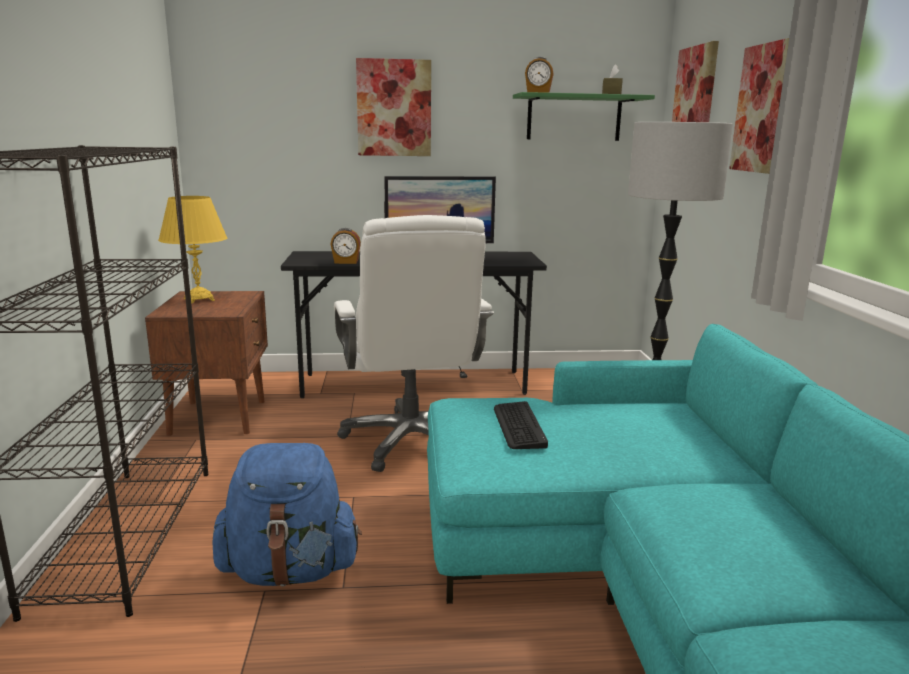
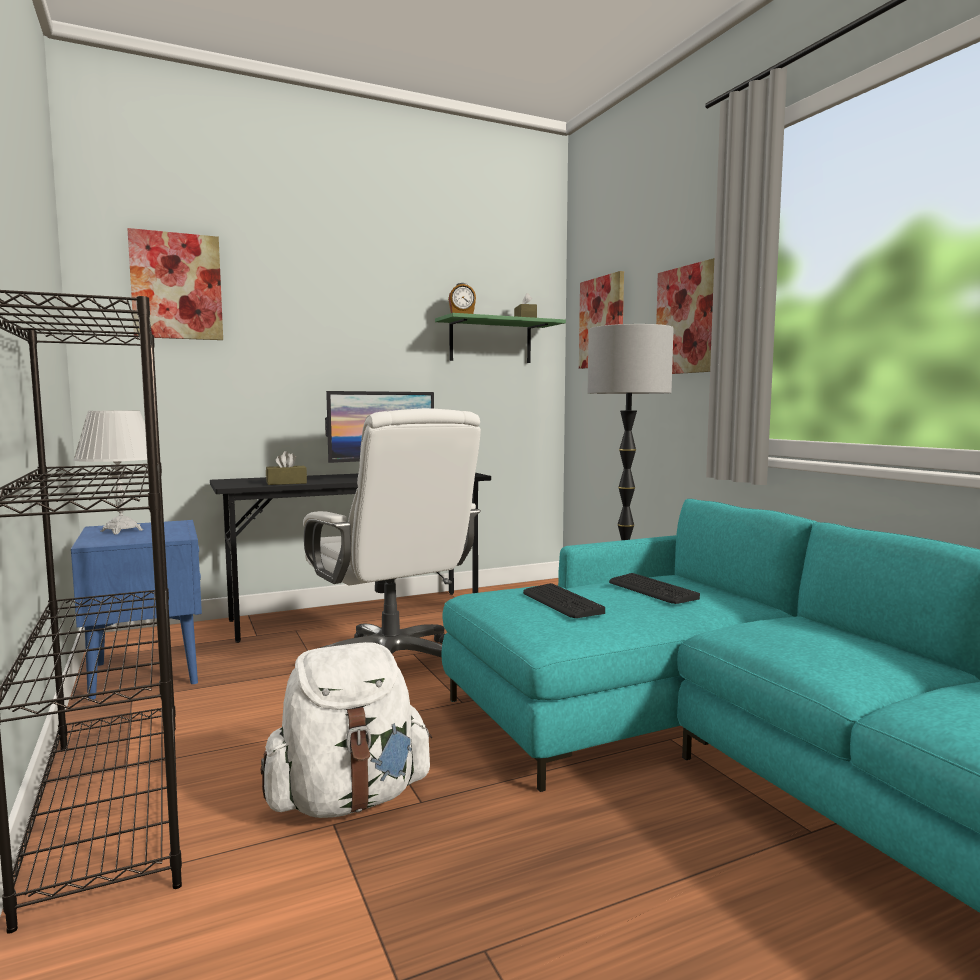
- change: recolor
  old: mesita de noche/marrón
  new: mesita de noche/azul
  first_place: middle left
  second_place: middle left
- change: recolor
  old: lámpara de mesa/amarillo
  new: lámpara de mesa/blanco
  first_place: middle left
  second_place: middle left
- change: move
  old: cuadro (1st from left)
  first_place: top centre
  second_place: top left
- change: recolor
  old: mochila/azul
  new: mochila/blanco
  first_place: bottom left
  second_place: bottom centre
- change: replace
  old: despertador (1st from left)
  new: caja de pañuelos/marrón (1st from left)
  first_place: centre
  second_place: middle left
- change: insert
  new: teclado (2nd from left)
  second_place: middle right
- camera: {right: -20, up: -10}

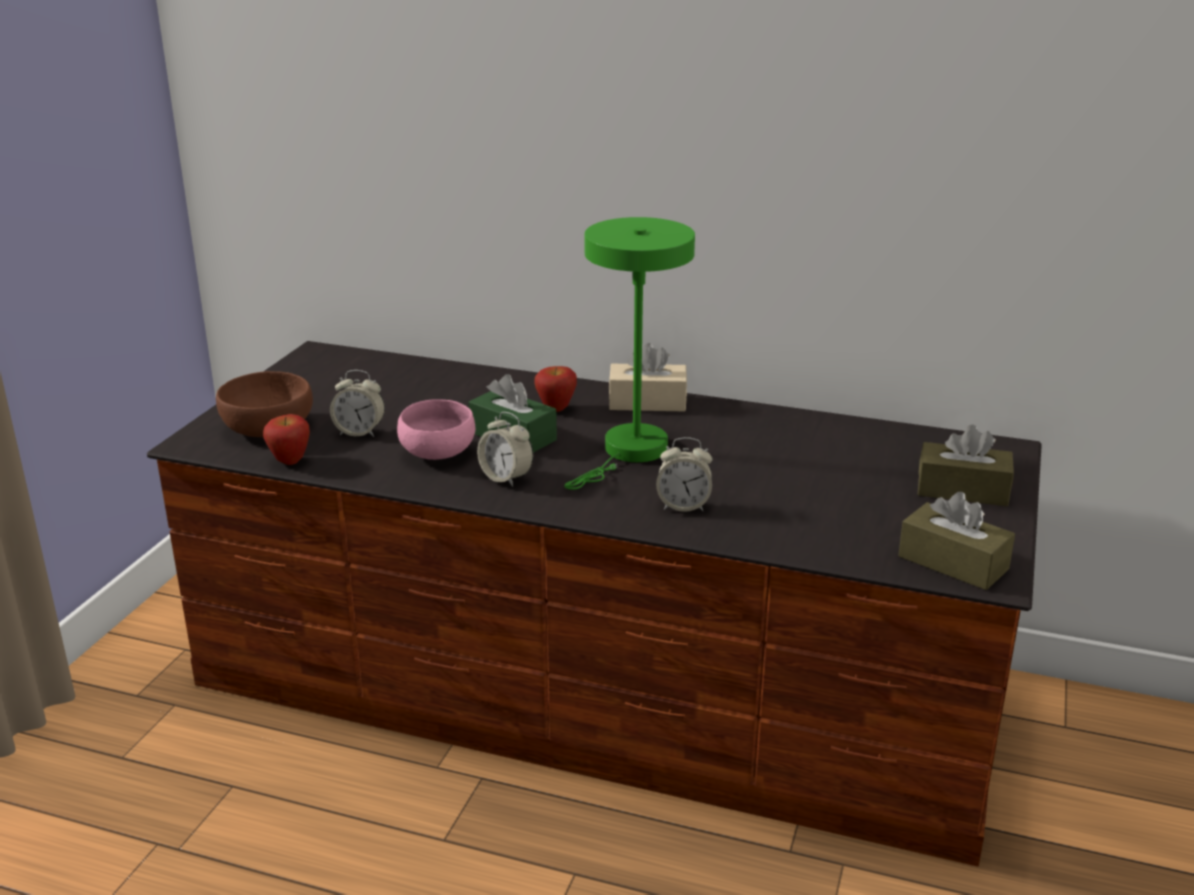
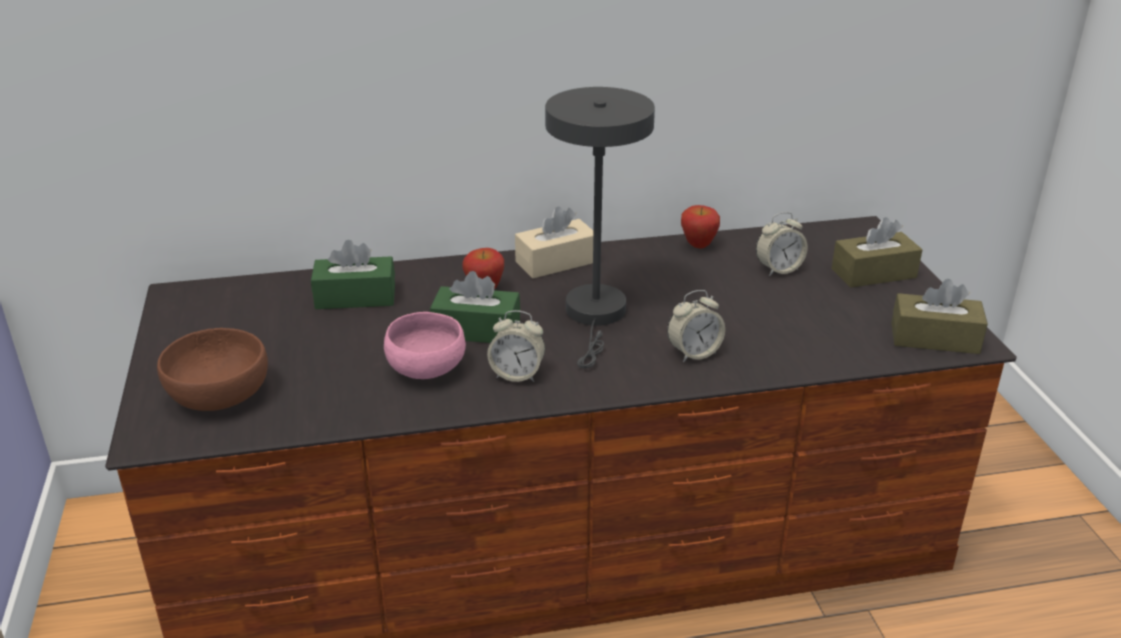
- change: insert
  new: caja de pañuelos/verde (1st from left)
  second_place: middle left
- change: recolor
  old: lámpara de mesa/verde
  new: lámpara de mesa/gris
  first_place: centre
  second_place: centre
- change: move
  old: manzana (1st from left in the first image)
  new: manzana (2nd from left)
  first_place: middle left
  second_place: centre
- change: move
  old: despertador (1st from left in the first image)
  new: despertador (3rd from left)
  first_place: middle left
  second_place: middle right
- camera: {right: -30, up: 5}

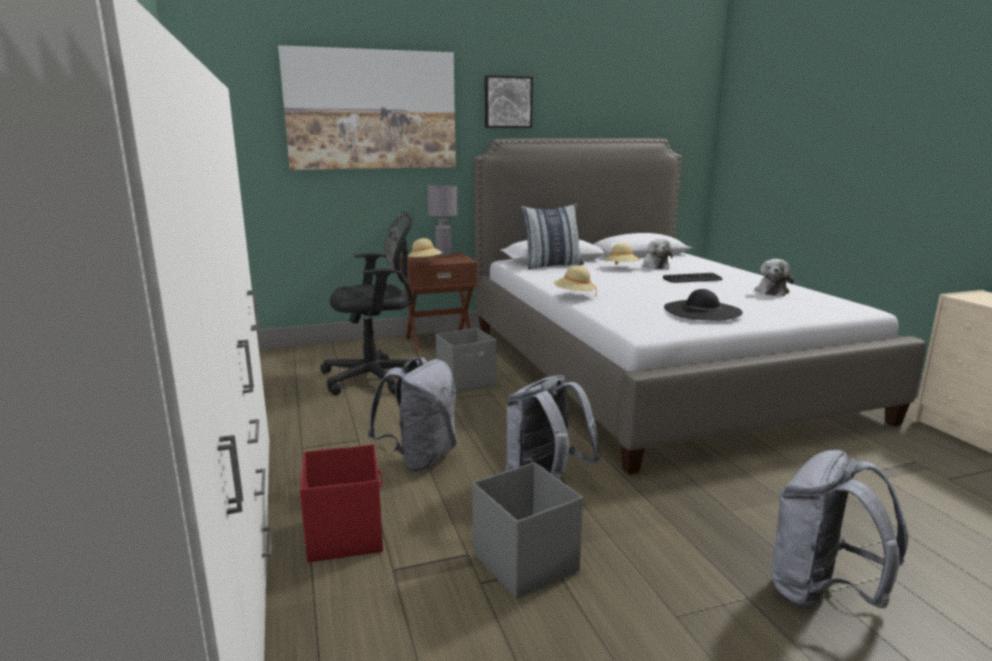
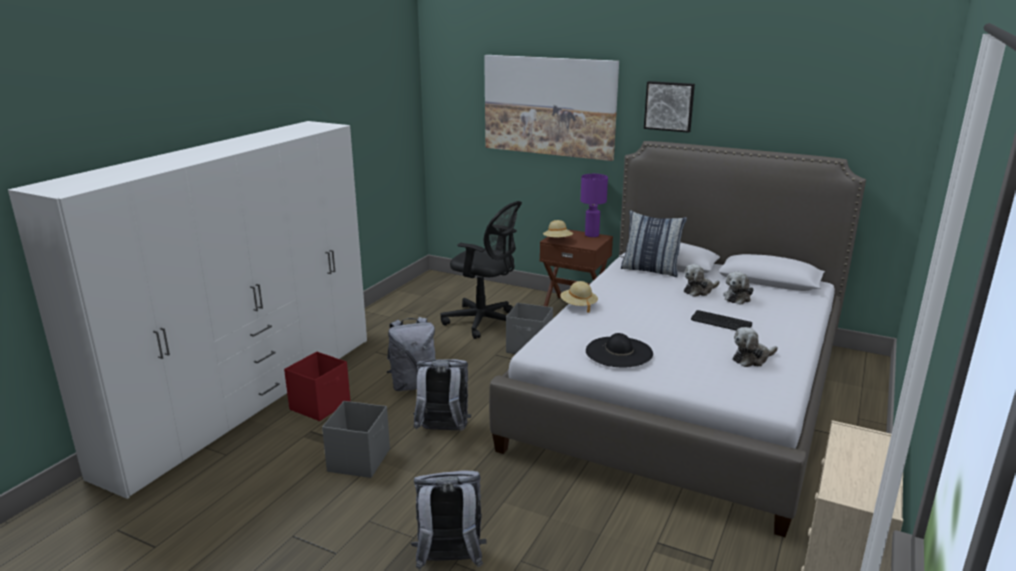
- change: recolor
  old: lámpara de mesa/gris
  new: lámpara de mesa/morado
  first_place: top centre
  second_place: centre
- change: replace
  old: sombrero/beis (3rd from left)
  new: peluche (1st from left)
  first_place: centre
  second_place: middle right
- camera: {right: 45, up: 5}

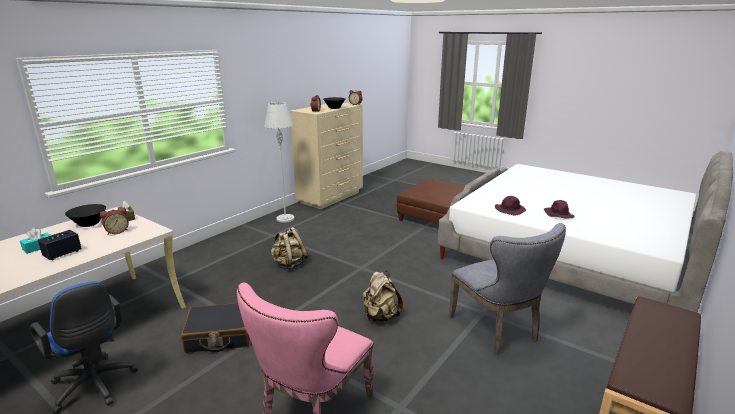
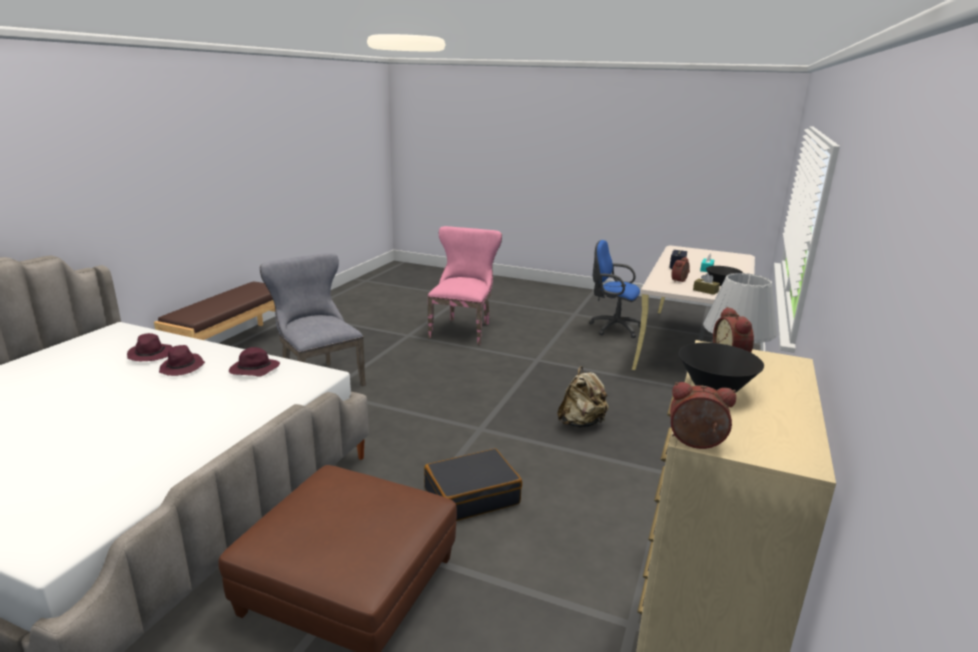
- change: insert
  new: sombrero/morado (1st from left)
  second_place: middle left
- change: move
  old: maleta/negro
  first_place: bottom left
  second_place: bottom centre
- change: delete
  old: mochila/beis (2nd from left)
  first_place: bottom centre
- camera: {right: 165, up: 0}

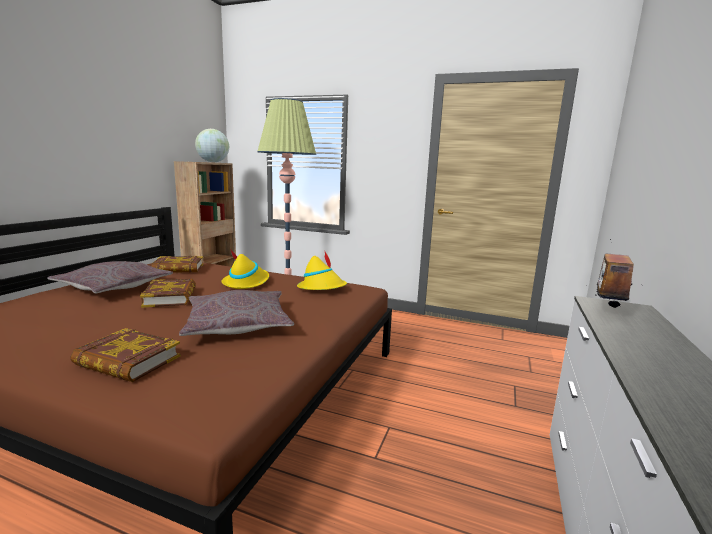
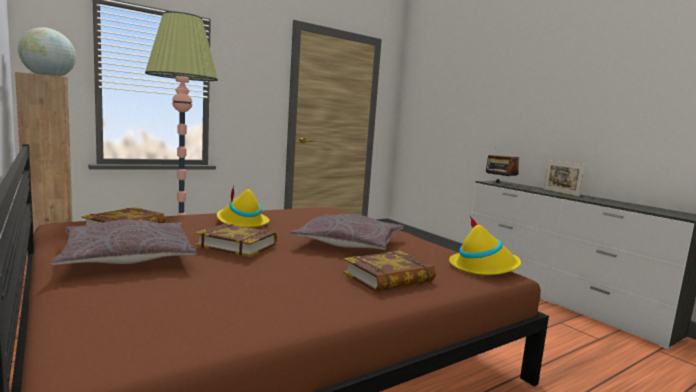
- change: move
  old: sombrero/amarillo (2nd from left)
  first_place: centre
  second_place: middle right
- change: insert
  new: portarretratos
  second_place: middle right
- camera: {right: -55, up: -5}

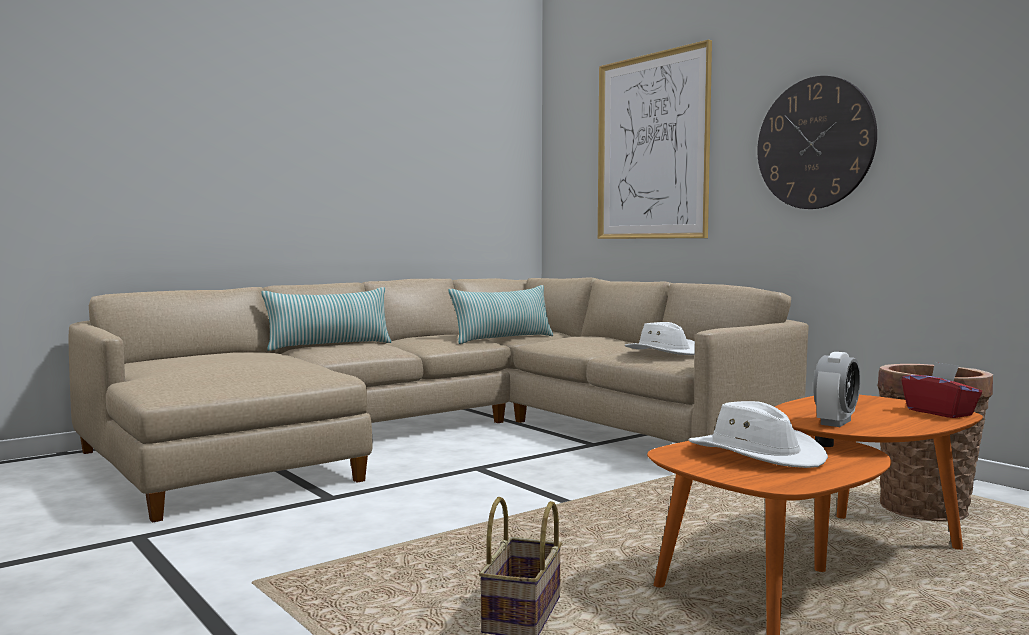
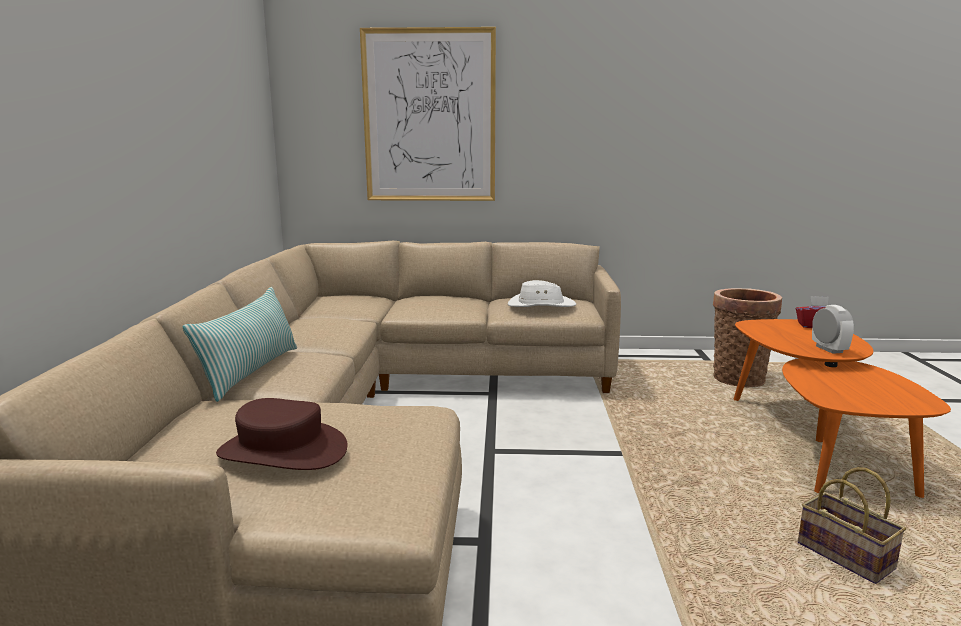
- change: insert
  new: sombrero/marrón
  second_place: bottom left
- change: delete
  old: cojín (2nd from left)
  first_place: centre
- change: delete
  old: sombrero/blanco (2nd from left)
  first_place: bottom right
- change: delete
  old: reloj de pared
  first_place: top right
- camera: {right: -50, up: 10}

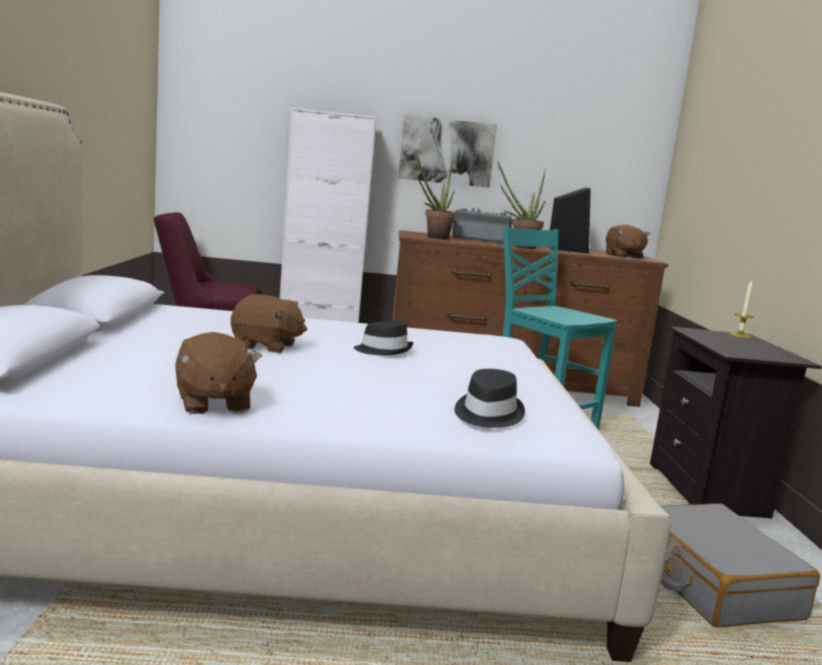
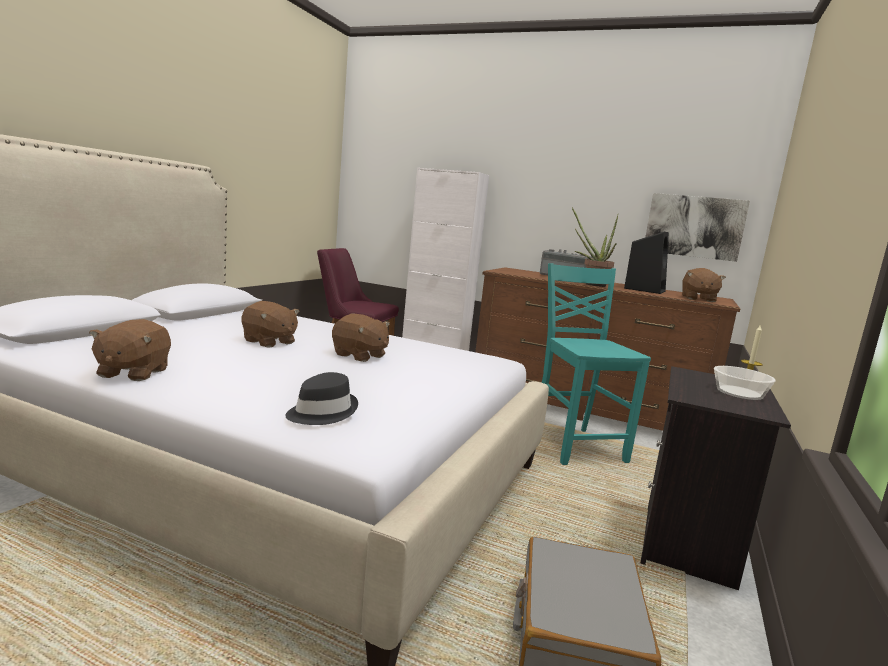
- change: replace
  old: sombrero/negro (1st from left)
  new: peluche/marrón (3rd from left)
  first_place: centre
  second_place: centre
- change: move
  old: cuadro
  first_place: top centre
  second_place: middle right
- change: insert
  new: cuenco
  second_place: middle right
- change: delete
  old: planta en maceta (1st from left)
  first_place: top centre
- camera: {right: 25, up: 0}

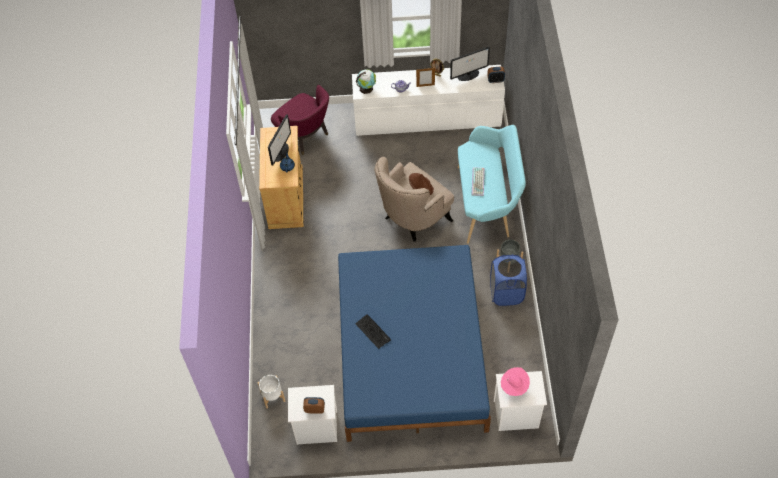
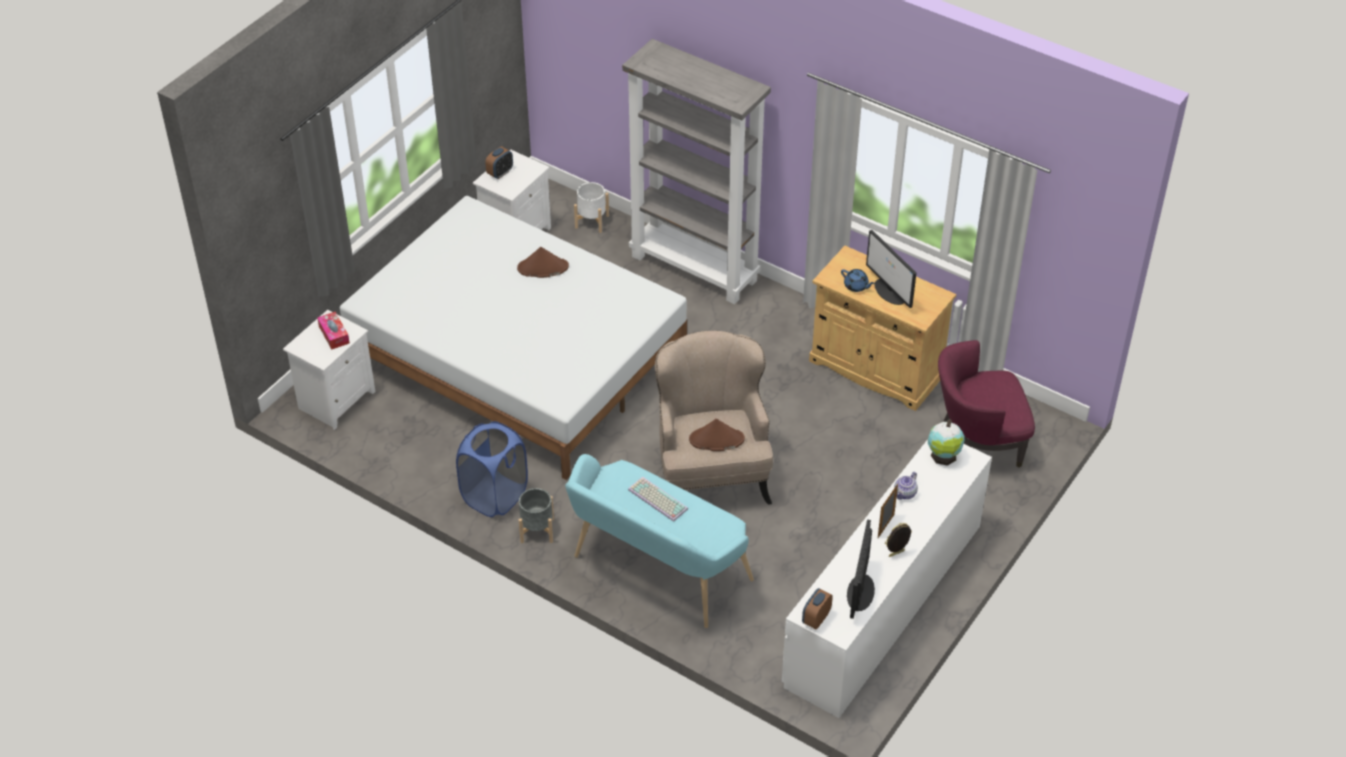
- change: replace
  old: sombrero/rosa
  new: caja de pañuelos
  first_place: bottom centre
  second_place: middle left
- change: recolor
  old: cama/azul
  new: cama/blanco
  first_place: bottom centre
  second_place: centre
- change: replace
  old: teclado (1st from left)
  new: sombrero/marrón (1st from left)
  first_place: bottom centre
  second_place: centre
- change: insert
  new: estantería/gris
  second_place: top centre
- camera: {right: 125, up: -10}

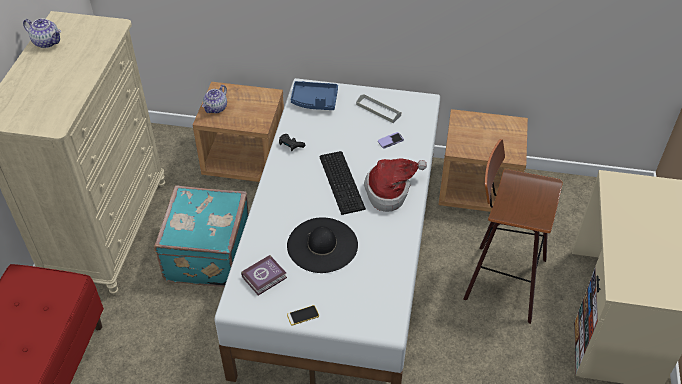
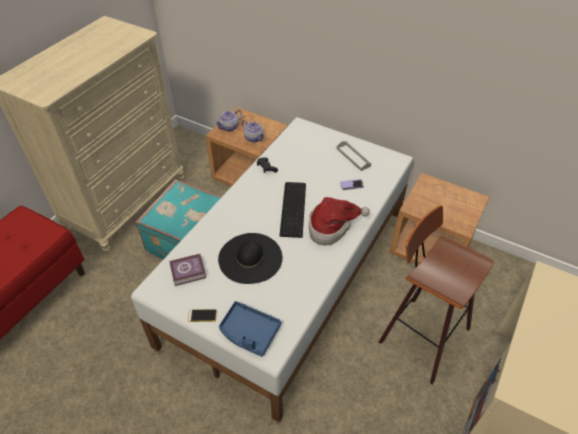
- change: move
  old: bandeja/azul
  first_place: top centre
  second_place: bottom centre
- change: move
  old: tetera (1st from left in the first image)
  new: tetera (2nd from left)
  first_place: top left
  second_place: top centre
- camera: {right: 20, up: 0}

